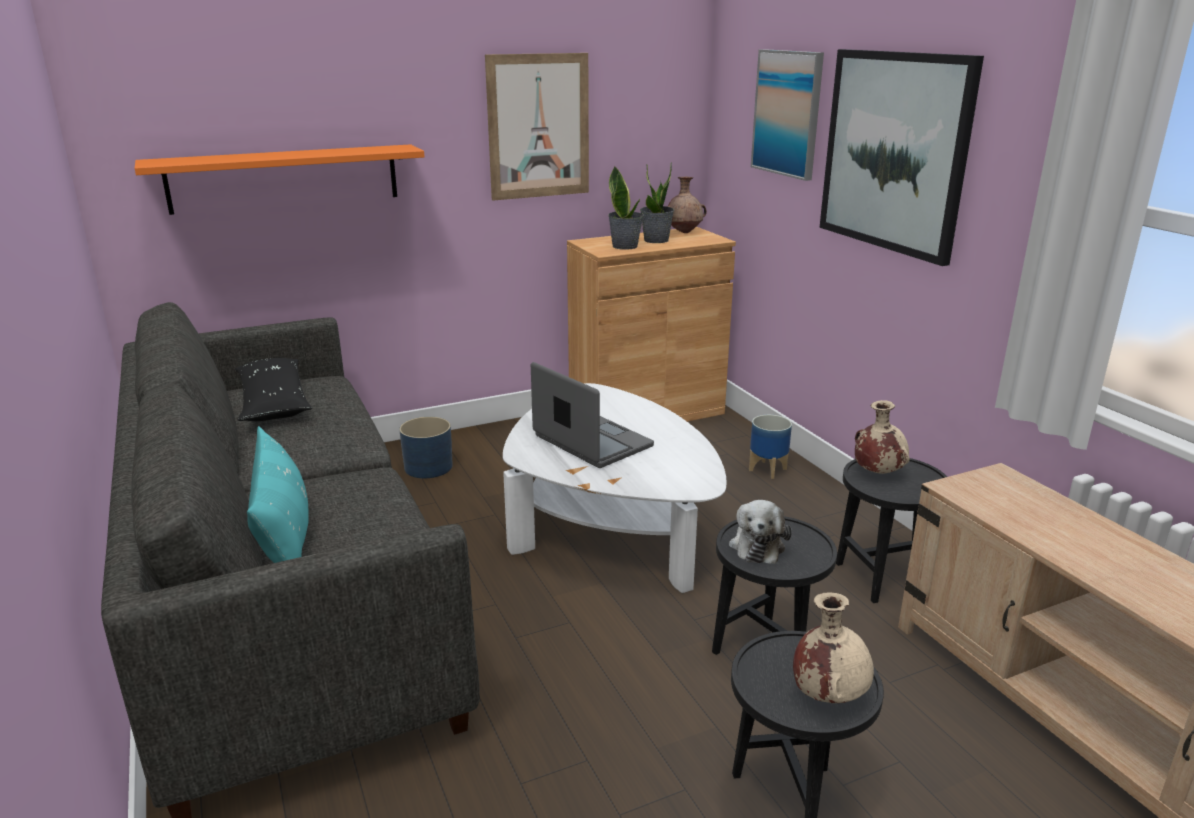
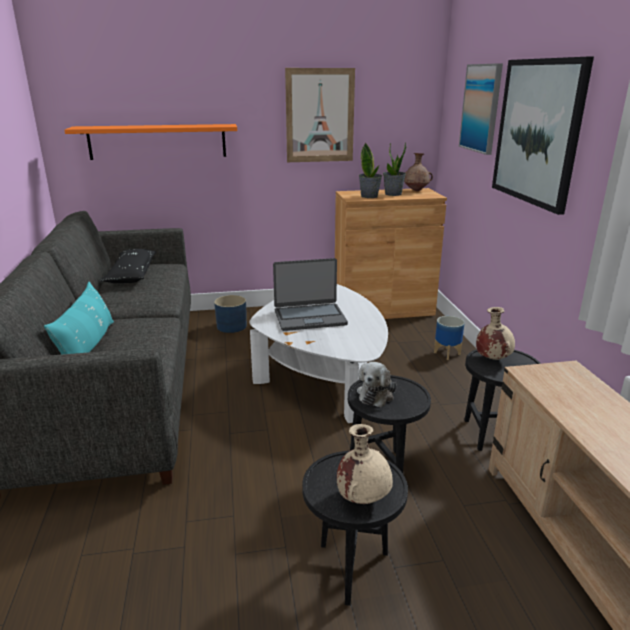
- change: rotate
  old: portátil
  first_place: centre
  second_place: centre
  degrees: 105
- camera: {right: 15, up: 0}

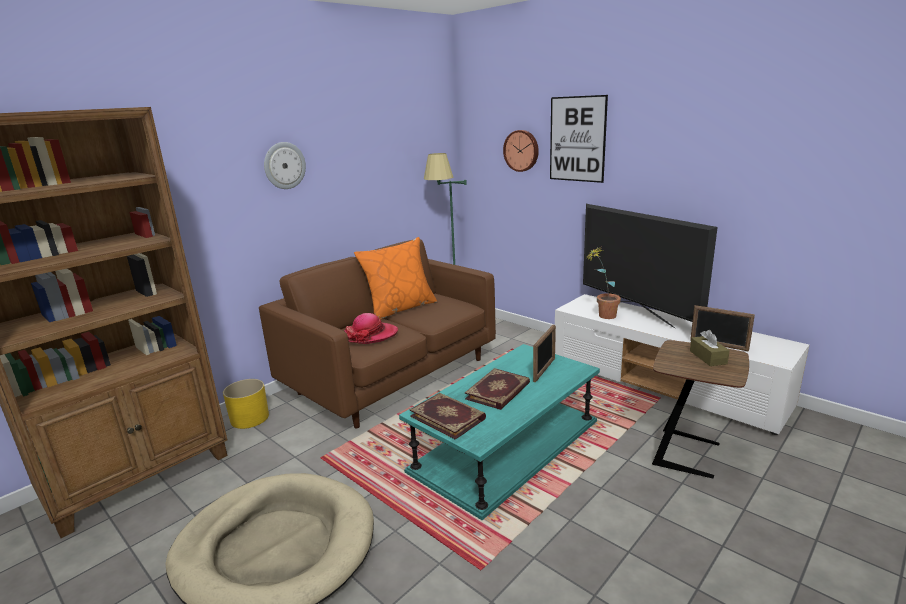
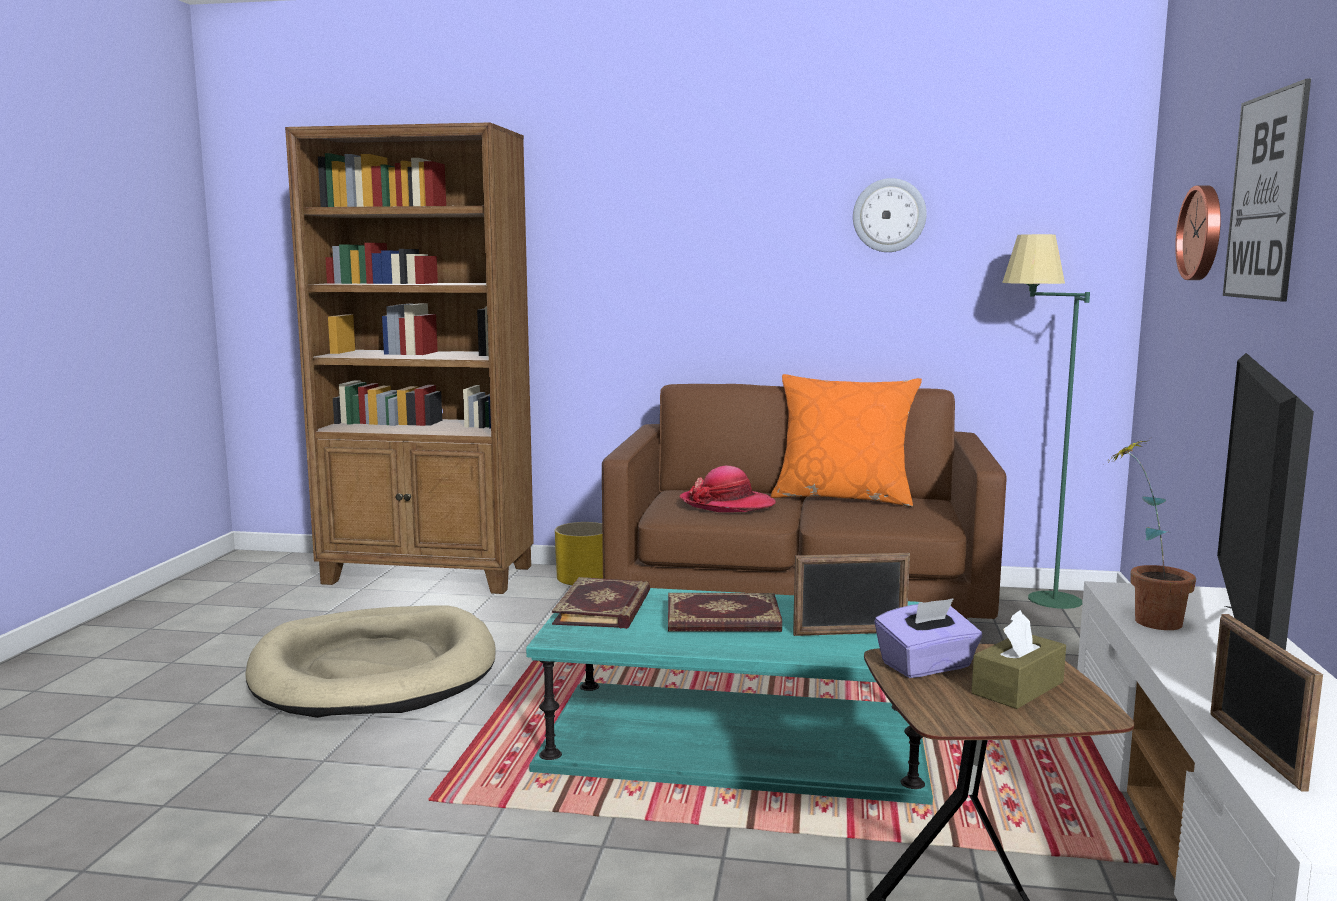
- change: move
  old: reloj de pared (1st from left)
  first_place: top left
  second_place: top centre
- change: insert
  new: caja de pañuelos/morado
  second_place: bottom right
- camera: {right: 55, up: -10}

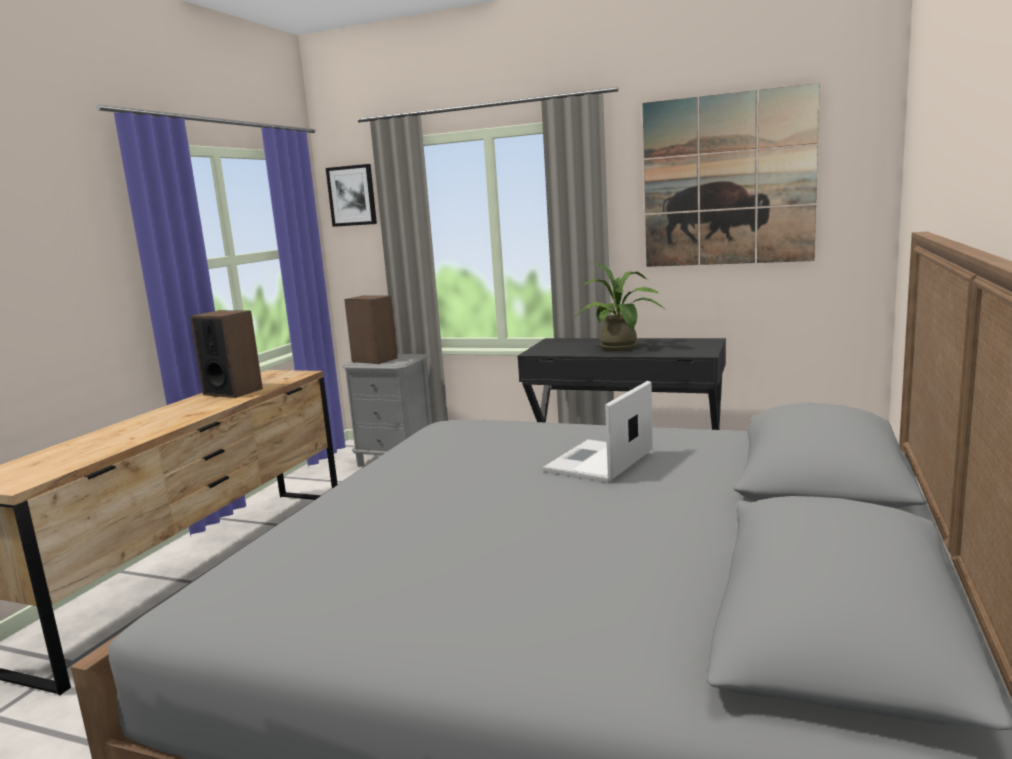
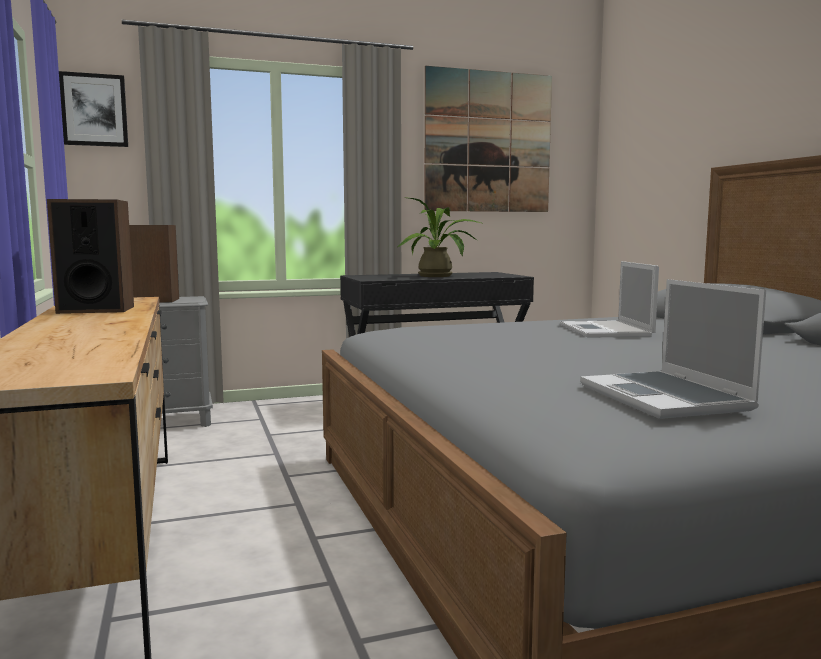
- change: insert
  new: portátil (2nd from left)
  second_place: middle right
- camera: {right: -40, up: -5}

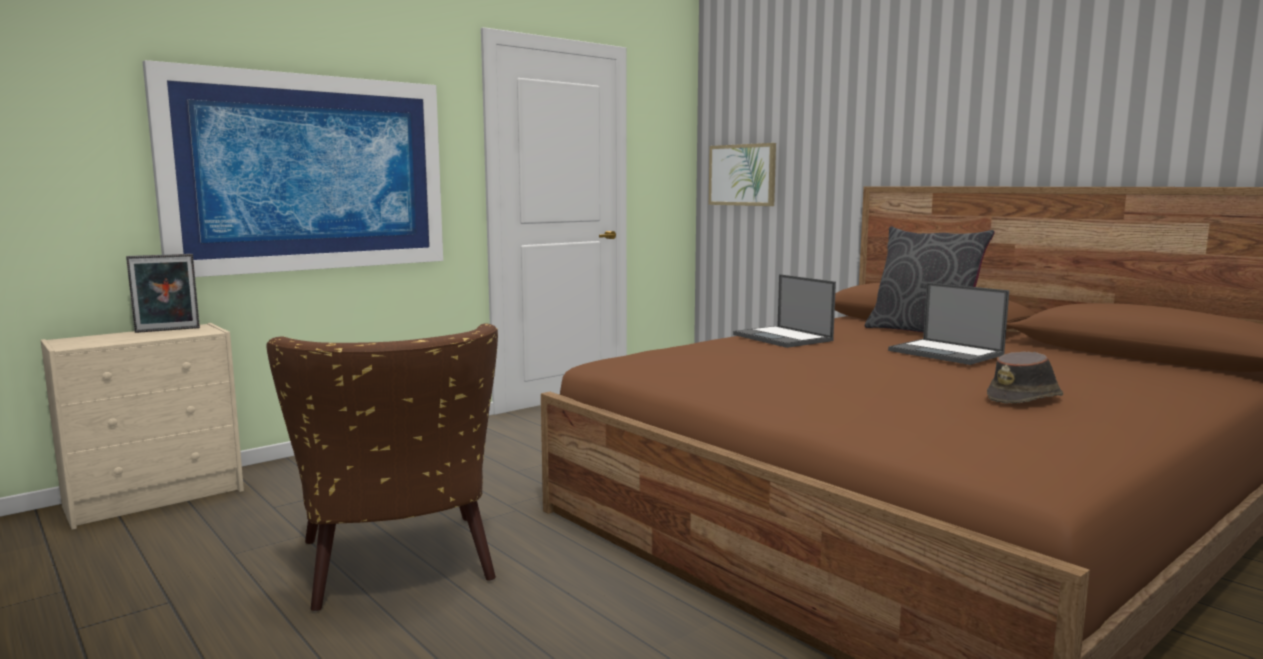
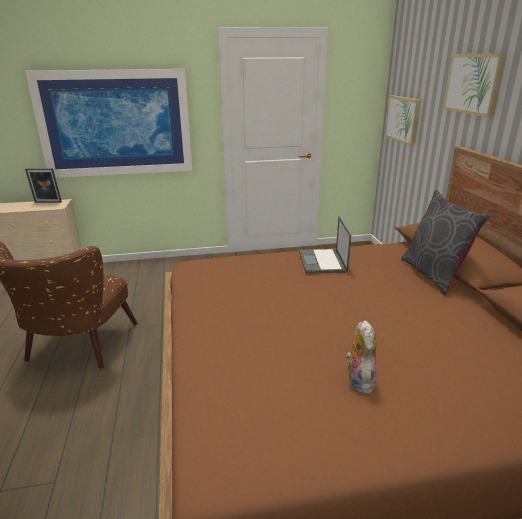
- change: replace
  old: sombrero/marrón
  new: peluche
  first_place: middle right
  second_place: bottom right
- change: insert
  new: cuadro (3rd from left)
  second_place: top right
- change: delete
  old: portátil (2nd from left)
  first_place: middle right
- camera: {right: 30, up: 15}

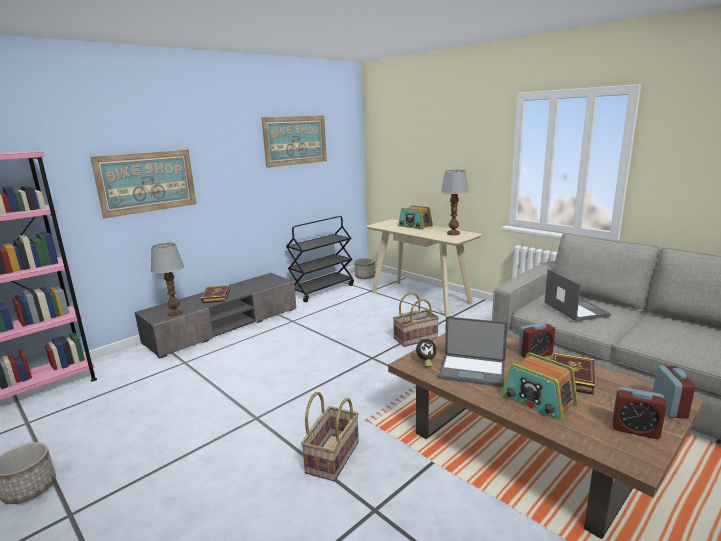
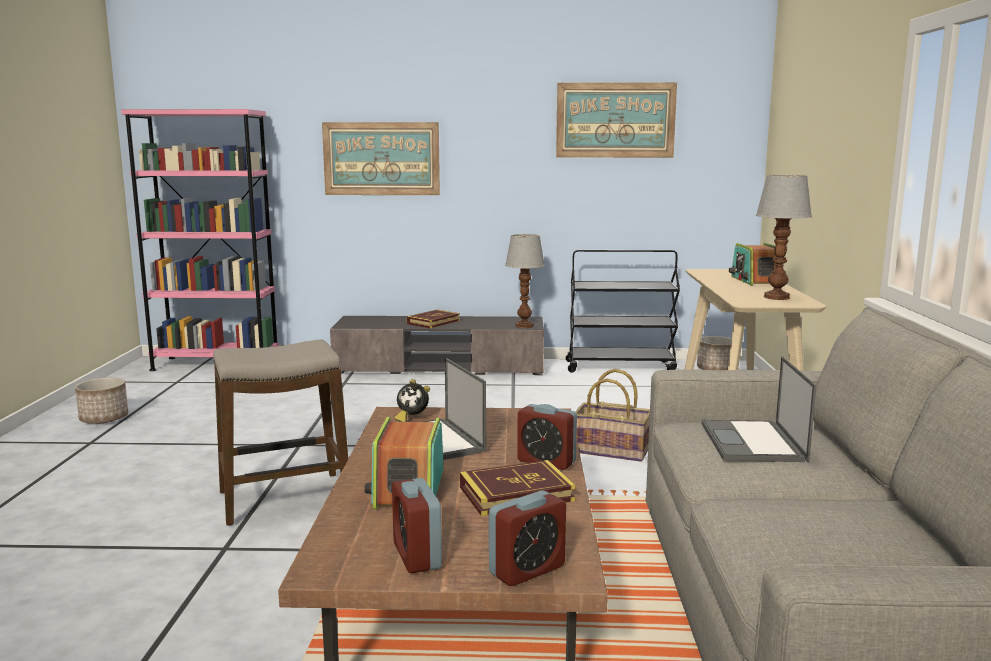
- change: replace
  old: cesta (1st from left)
  new: taburete
  first_place: bottom centre
  second_place: middle left
- change: move
  old: lámpara de mesa (1st from left)
  first_place: middle left
  second_place: centre
- change: rotate
  old: portátil (2nd from left)
  first_place: middle right
  second_place: middle right
  degrees: 150
- camera: {right: 45, up: -5}

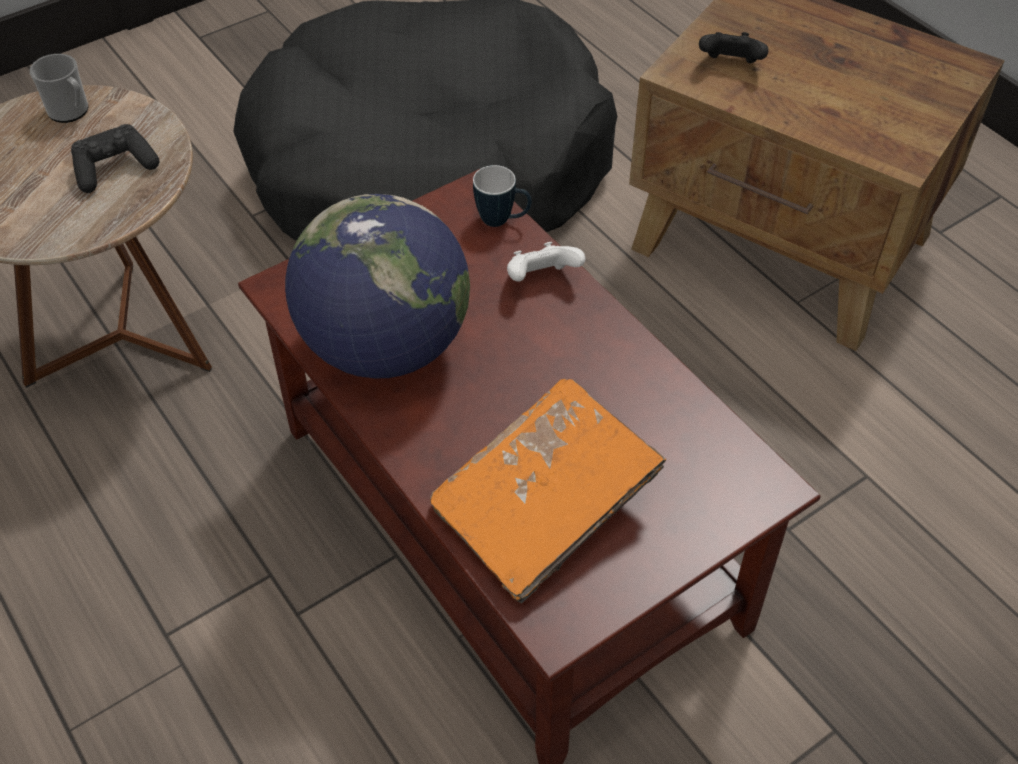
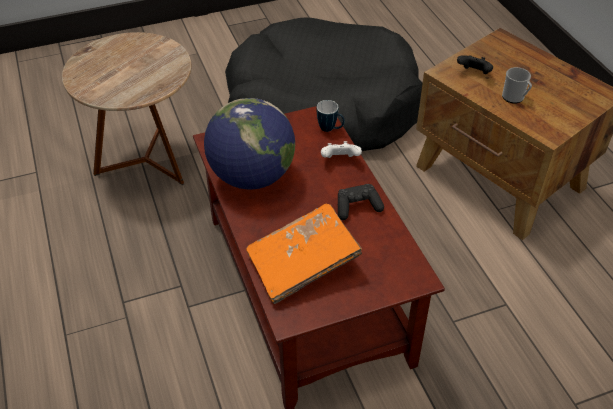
- change: move
  old: mando de consola/negro (1st from left)
  first_place: top left
  second_place: centre
- change: move
  old: taza grande (1st from left in the first image)
  new: taza grande (2nd from left)
  first_place: top left
  second_place: top right
- camera: {right: 15, up: -5}

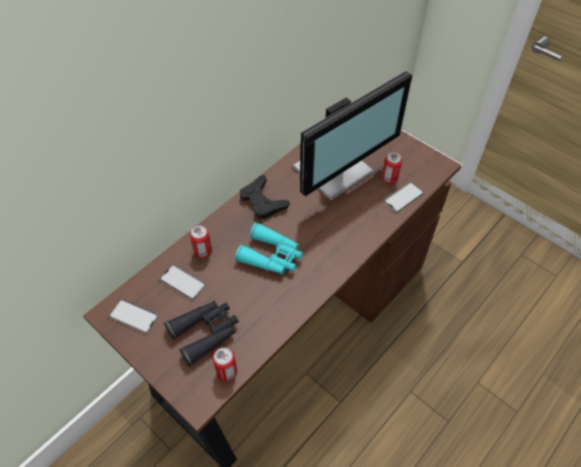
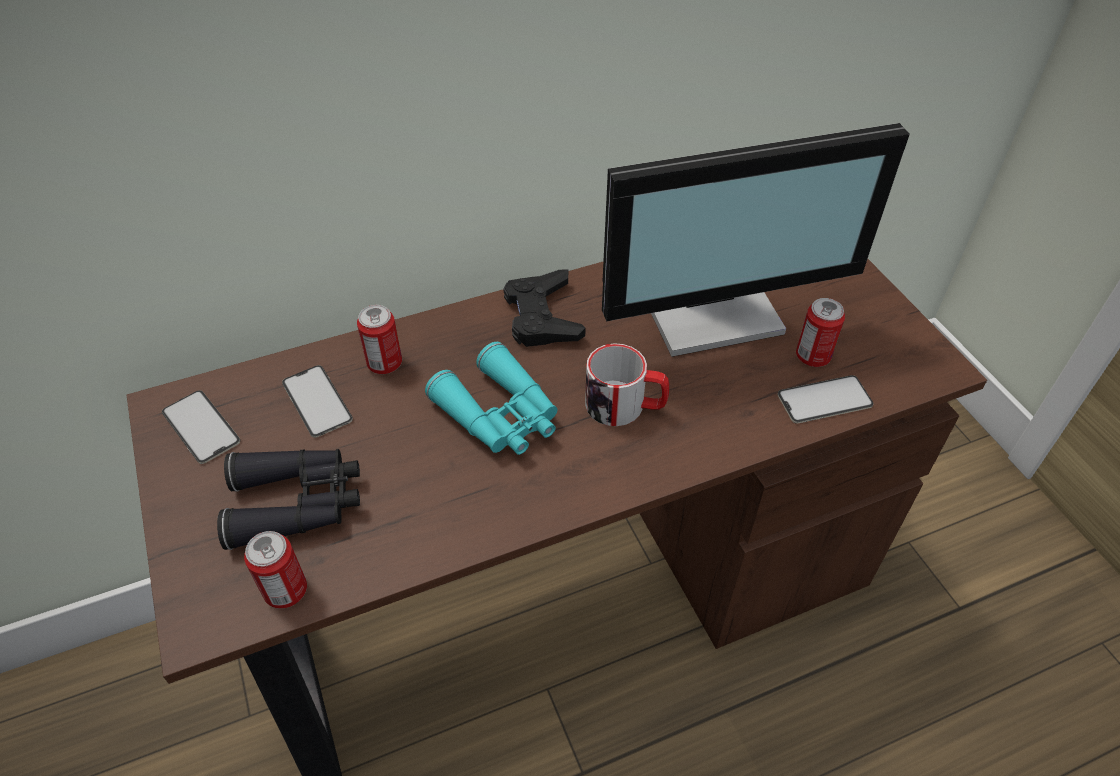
- change: insert
  new: taza grande
  second_place: centre
- camera: {right: 25, up: -5}

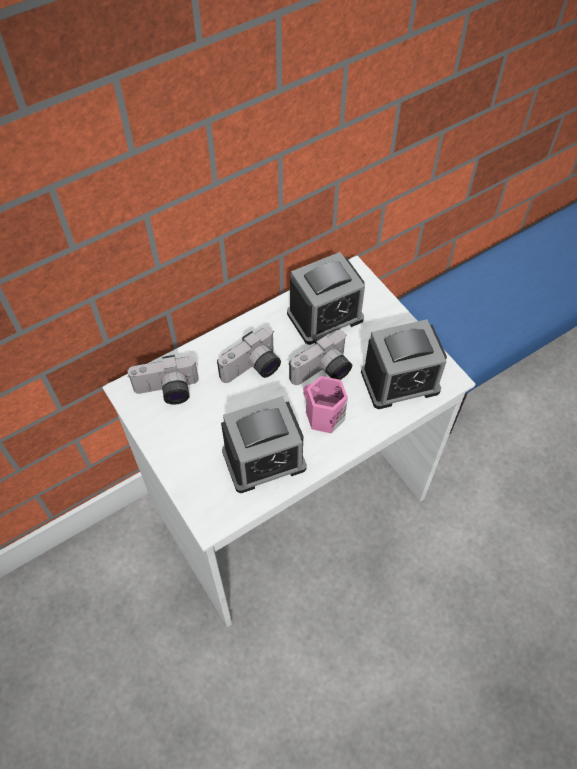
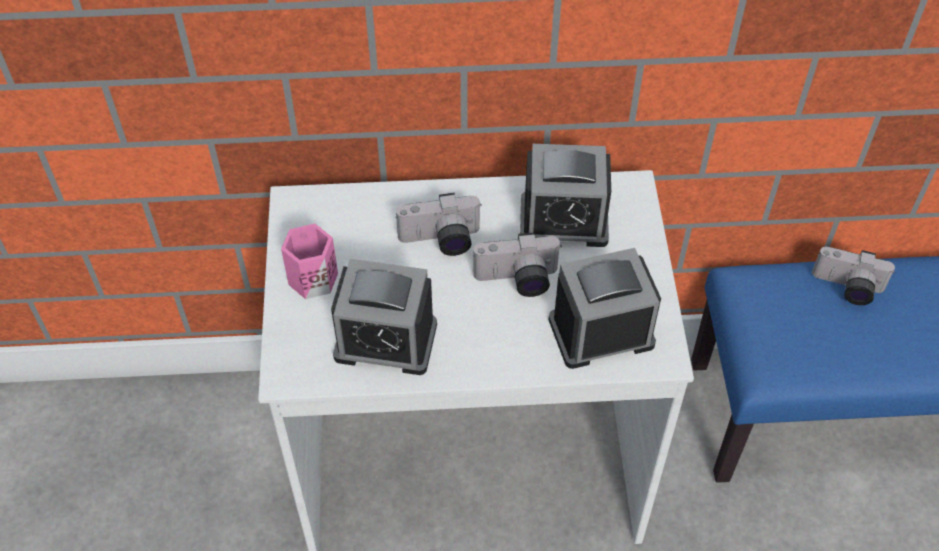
- change: move
  old: taza grande/rosa
  first_place: centre
  second_place: middle left
- change: rotate
  old: despertador (3rd from left)
  first_place: middle right
  second_place: centre
  degrees: 150
- change: move
  old: cámara (1st from left in the first image)
  new: cámara (3rd from left)
  first_place: middle left
  second_place: middle right
- camera: {right: 30, up: -5}

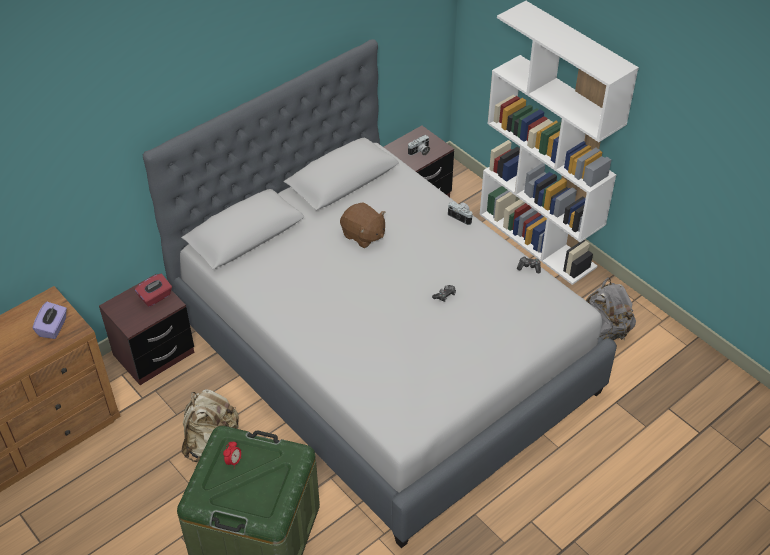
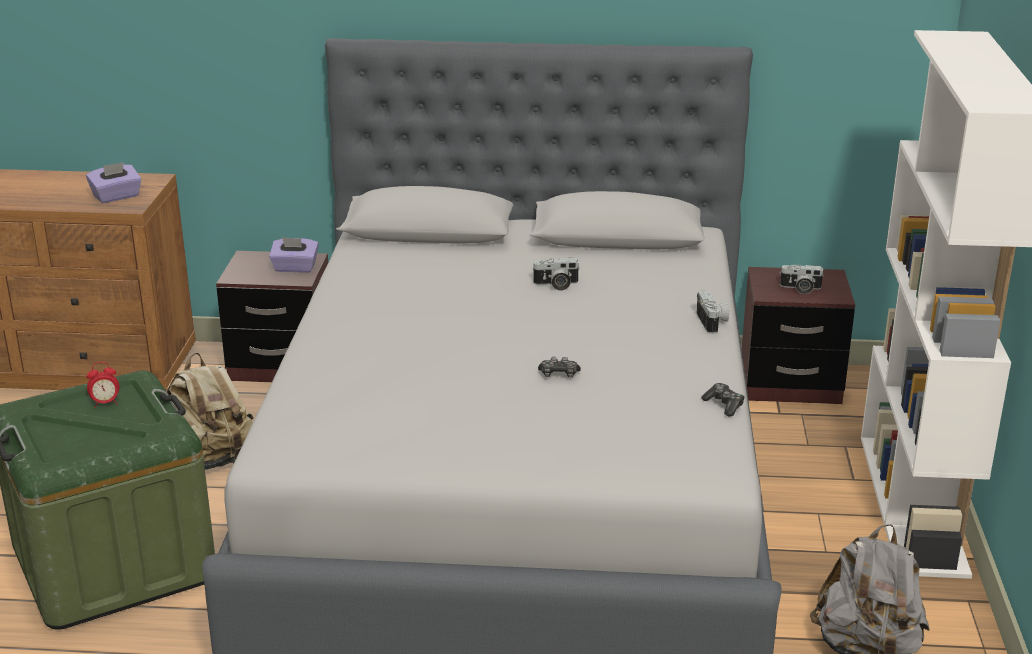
- change: recolor
  old: caja de pañuelos/rojo
  new: caja de pañuelos/morado (2nd from left)
  first_place: middle left
  second_place: middle left
- change: replace
  old: peluche/marrón
  new: cámara (1st from left)
  first_place: centre
  second_place: centre
- camera: {right: 45, up: -20}

